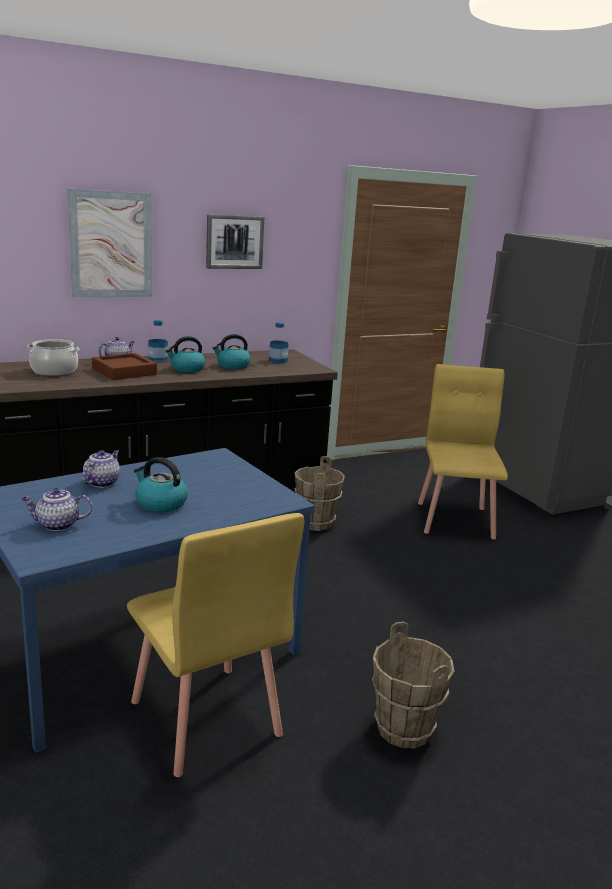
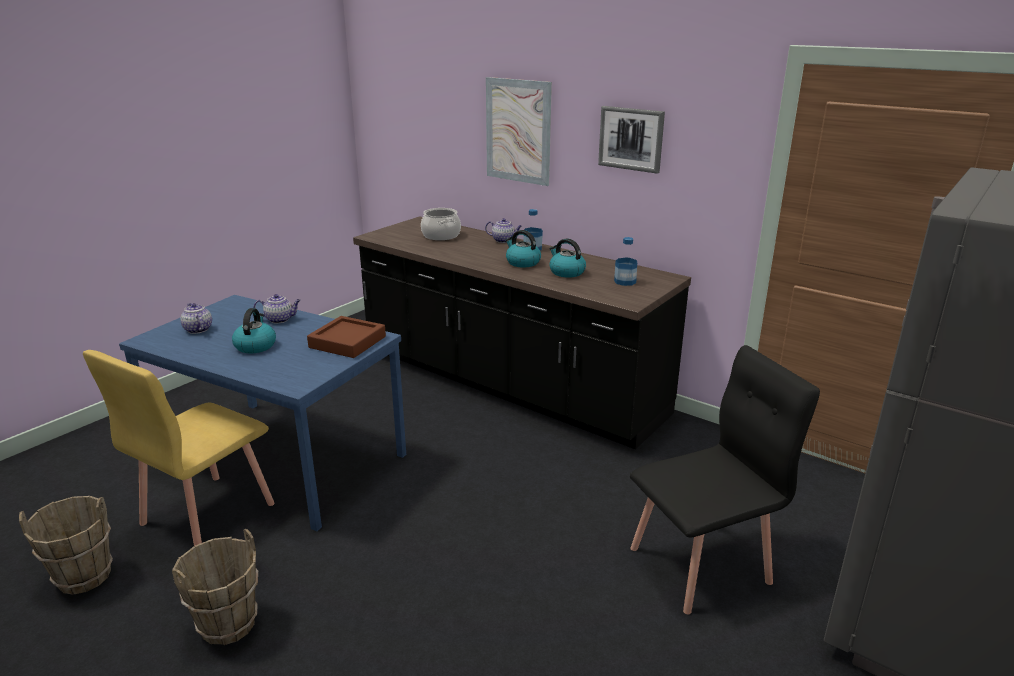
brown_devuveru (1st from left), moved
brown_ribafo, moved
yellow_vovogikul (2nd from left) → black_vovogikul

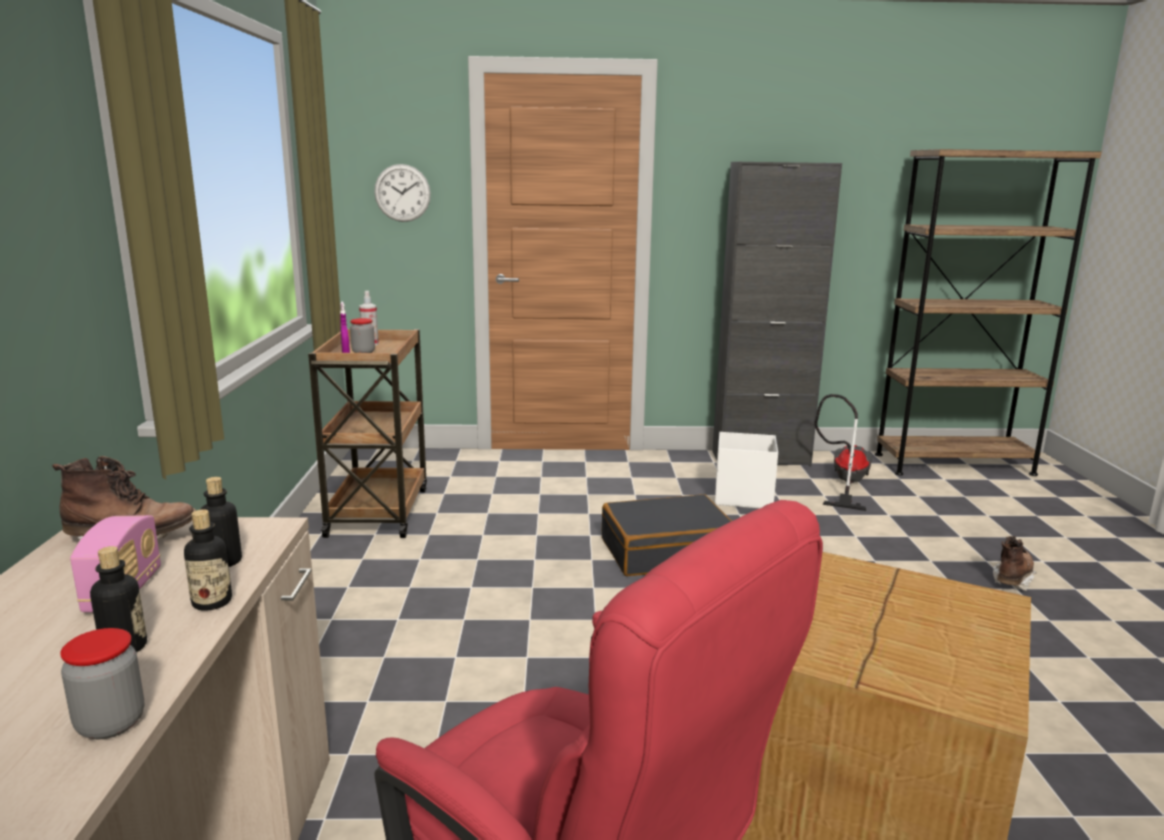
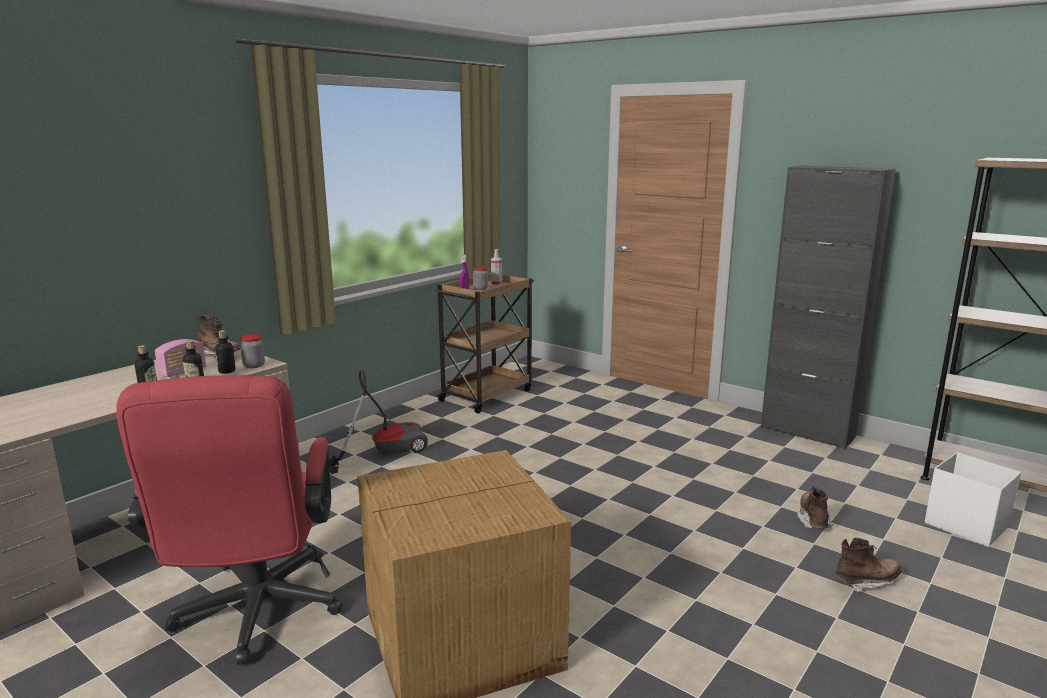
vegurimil (1st from left), moved
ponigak, moved
- → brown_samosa (2nd from left)
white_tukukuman, moved
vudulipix → -
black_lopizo → -

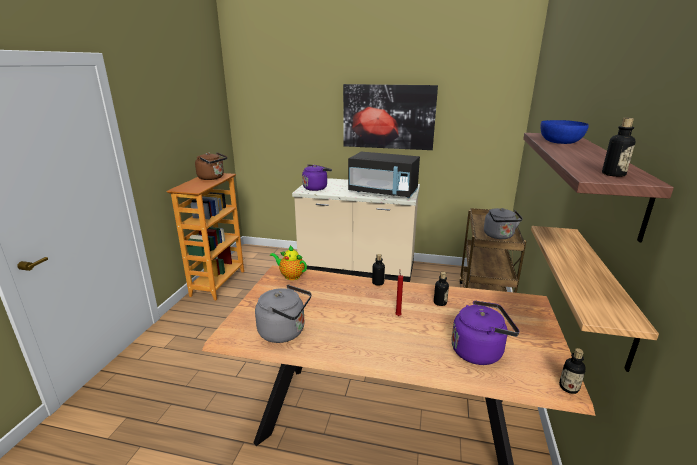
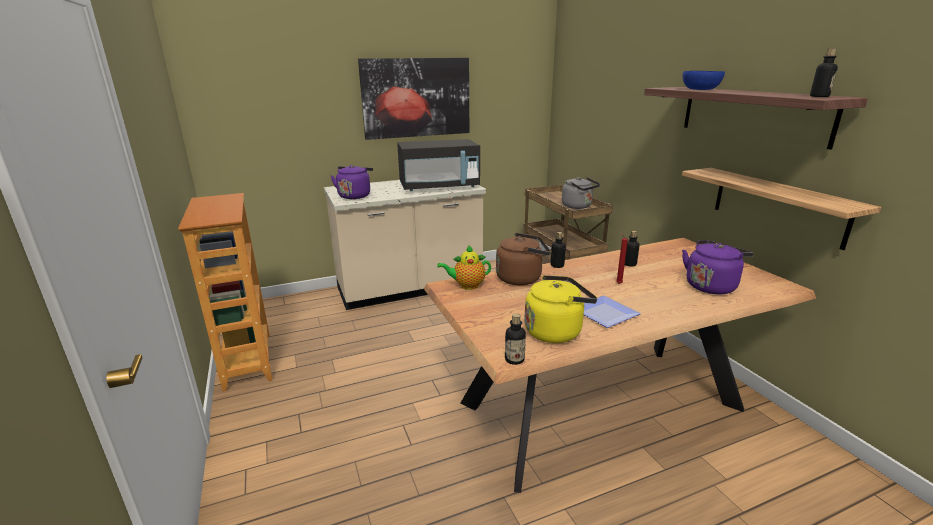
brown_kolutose, moved
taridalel (3rd from left in the first image) → taridalel (1st from left), moved
grey_kolutose (1st from left) → yellow_kolutose
- → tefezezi

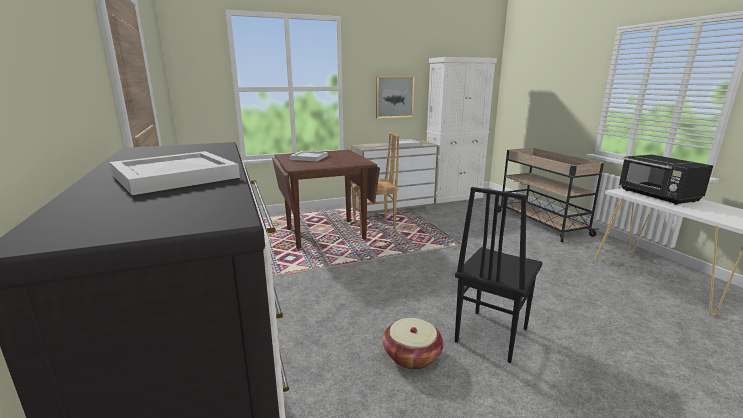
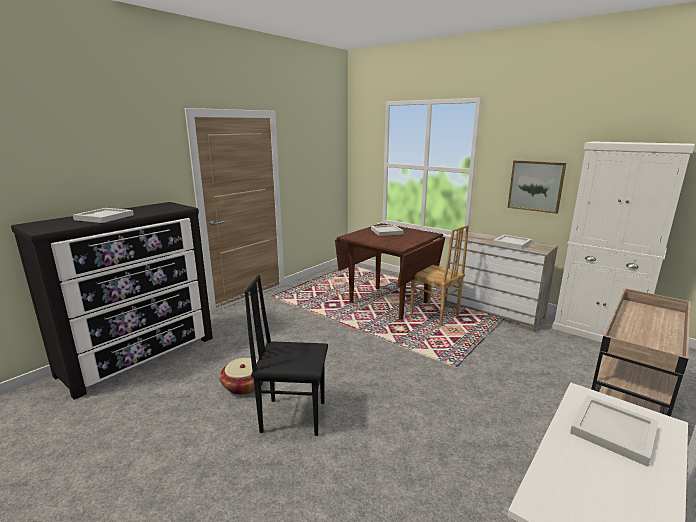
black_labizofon → white_ribafo (4th from left)

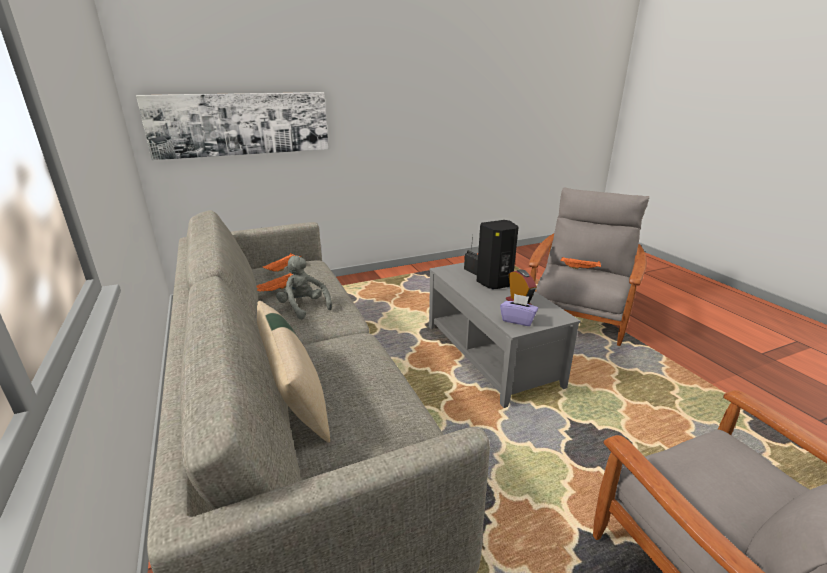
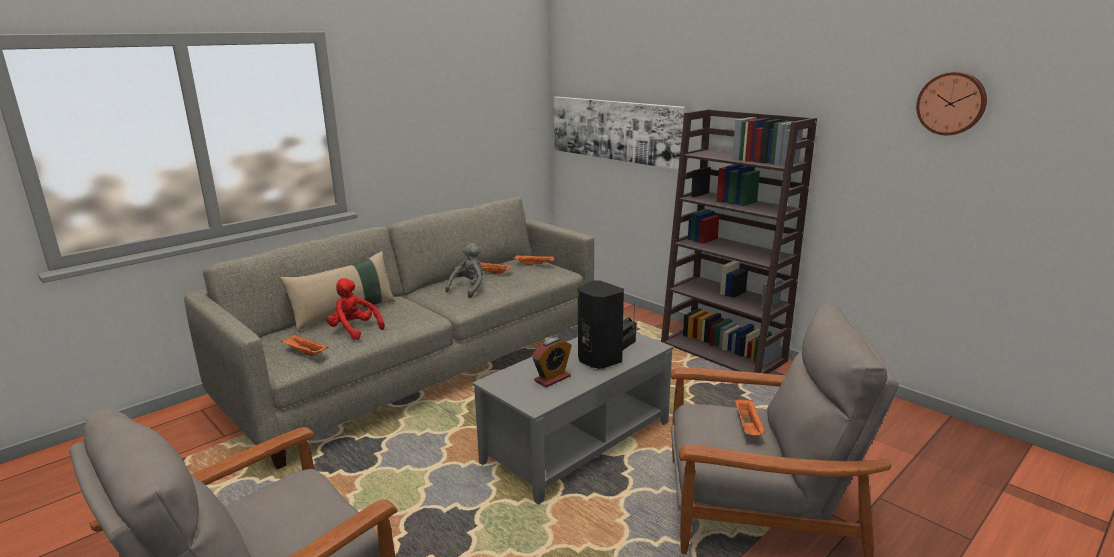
- → orange_ribafo (1st from left)
- → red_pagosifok
- → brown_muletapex
- → vudulipix
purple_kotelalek → -

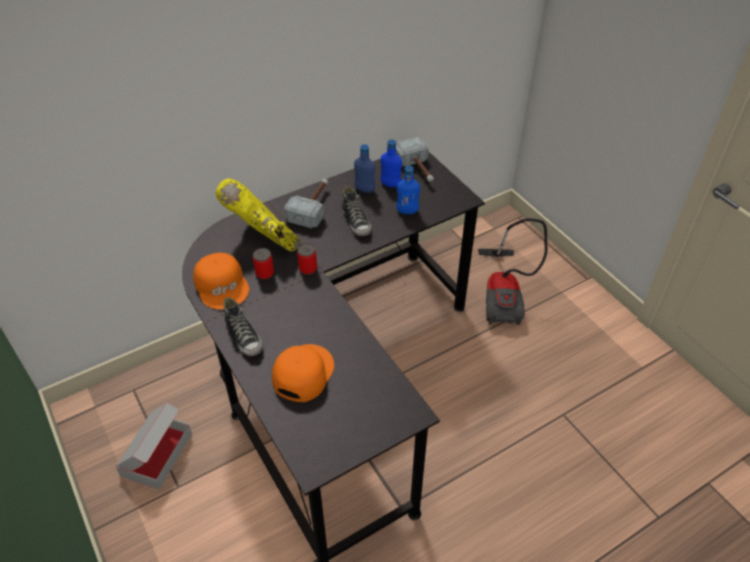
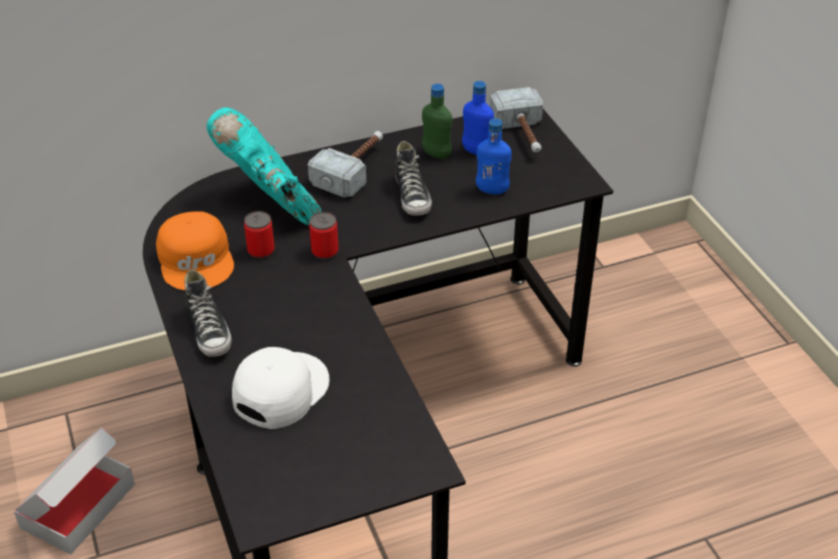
yellow_samosa → turquoise_samosa
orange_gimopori (2nd from left) → white_gimopori
blue_taridalel (1st from left) → green_taridalel
ponigak → -

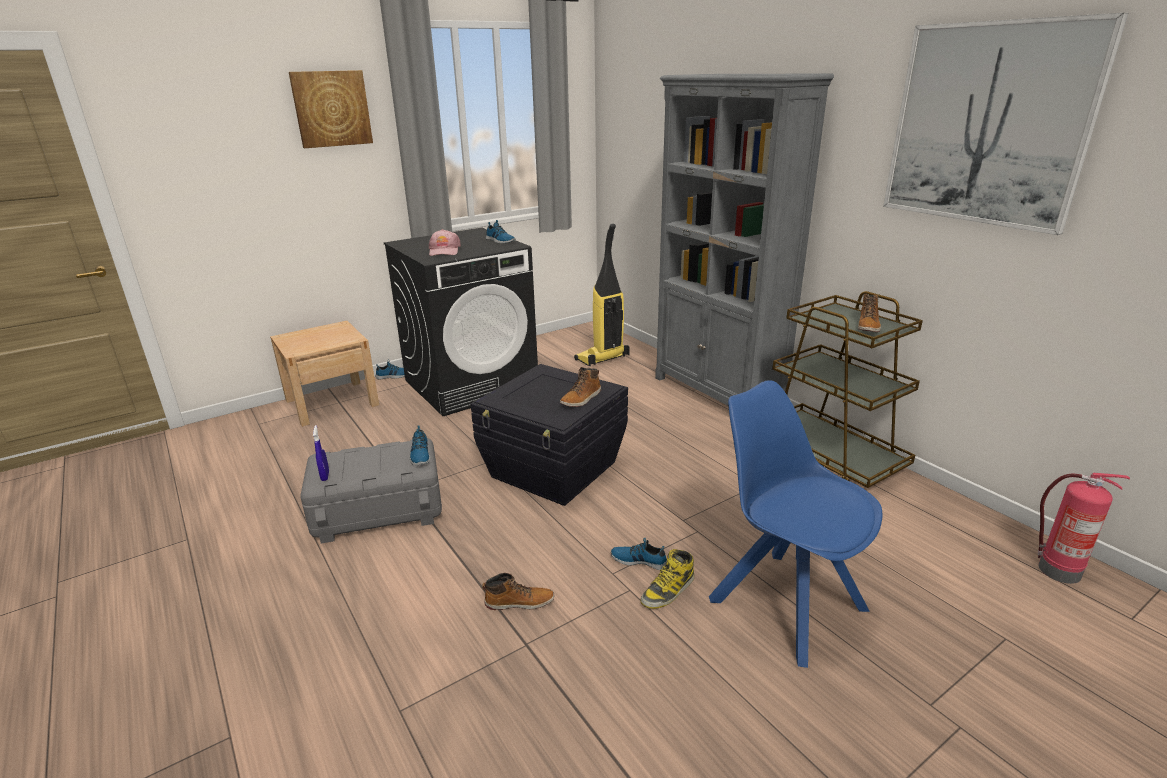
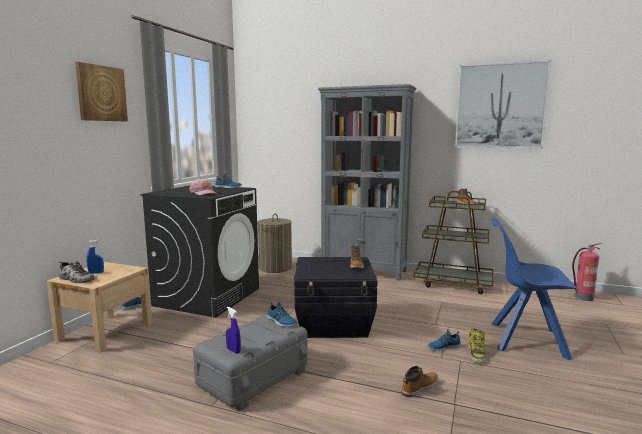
- → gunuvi (1st from left)
- → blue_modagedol (1st from left)
ponigak → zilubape

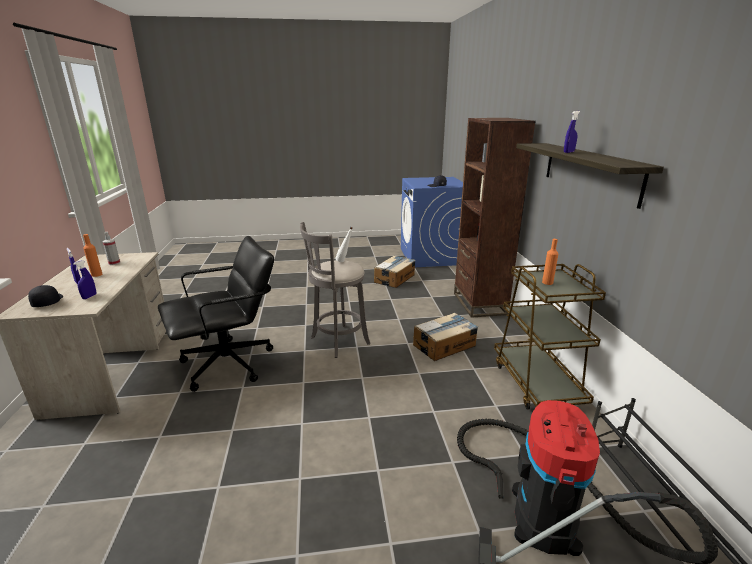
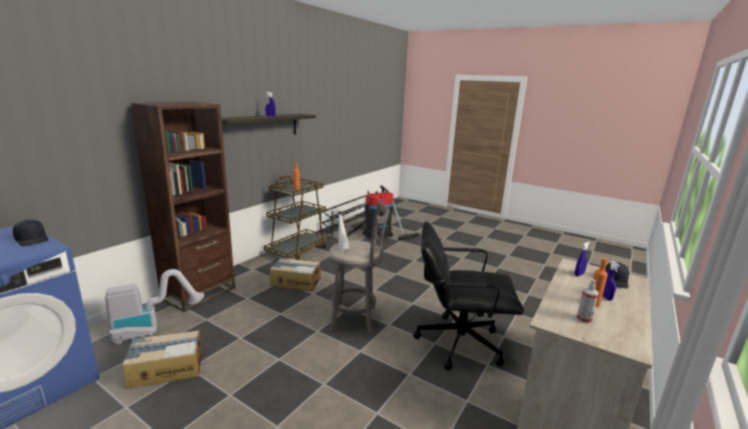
- → ponigak (1st from left)

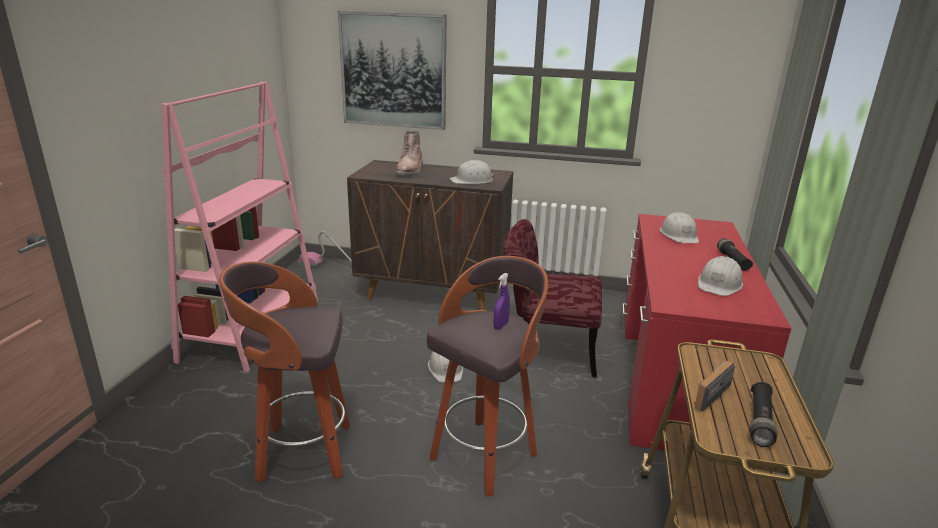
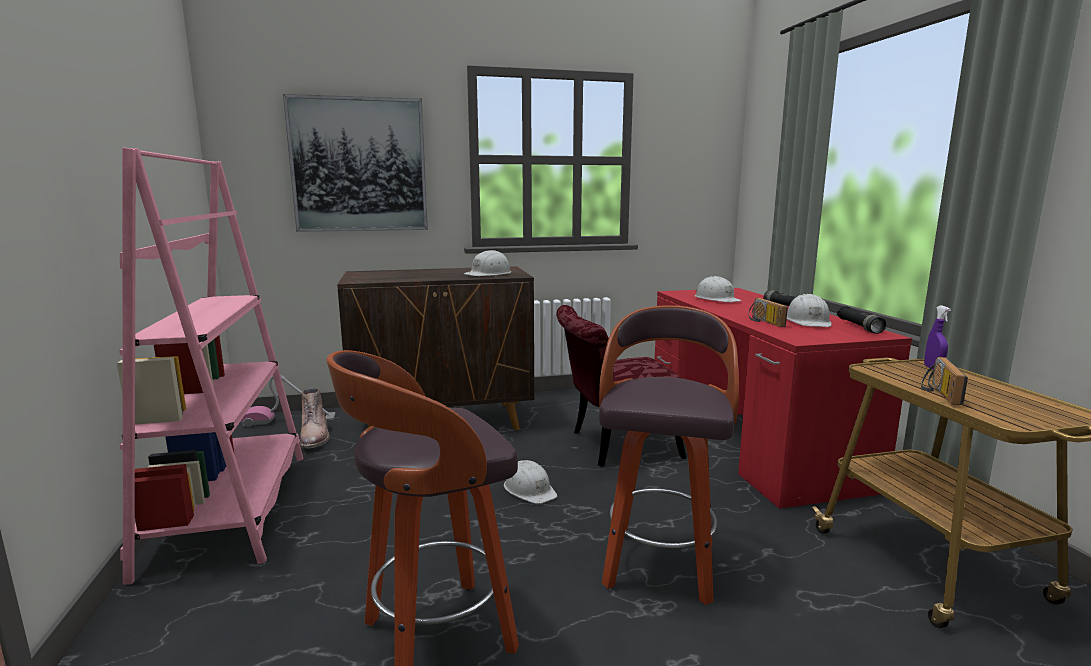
brown_samosa, moved
- → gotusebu (1st from left)
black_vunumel (2nd from left), moved
purple_modagedol, moved

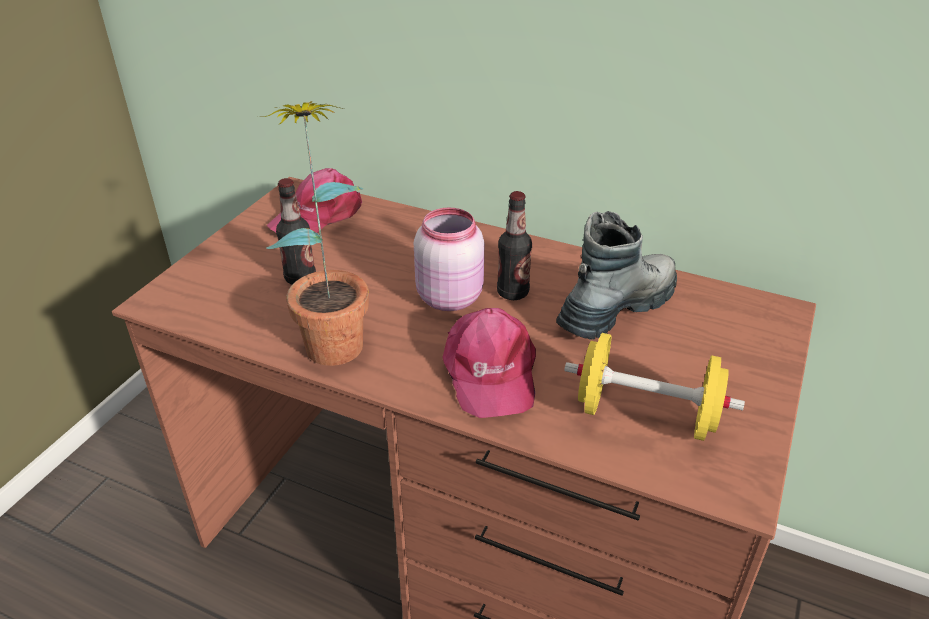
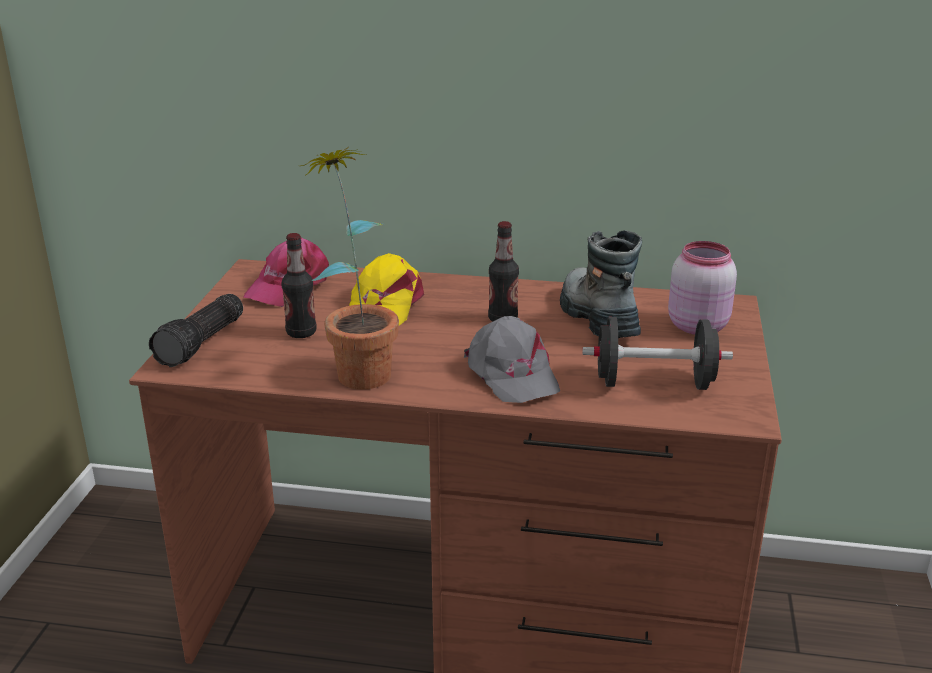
- → vunumel
- → yellow_gimopori
pink_gimopori (2nd from left) → grey_gimopori
samosa, 45 degrees counterclockwise
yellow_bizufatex → black_bizufatex
pink_vegurimil, moved

